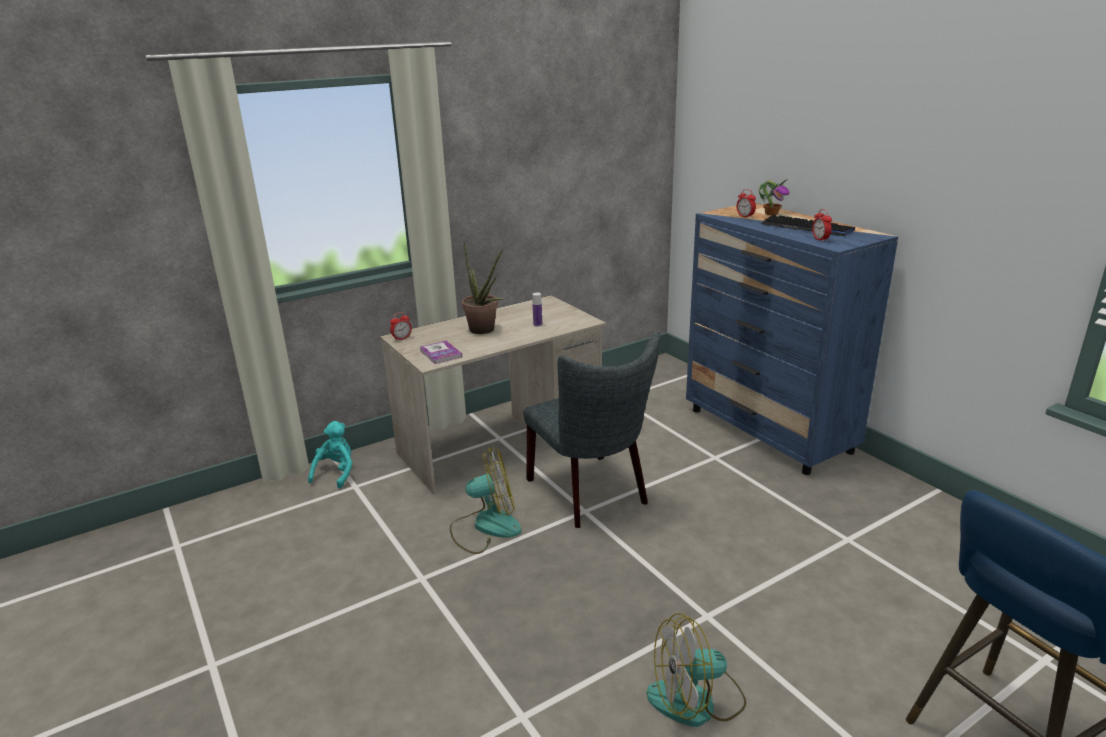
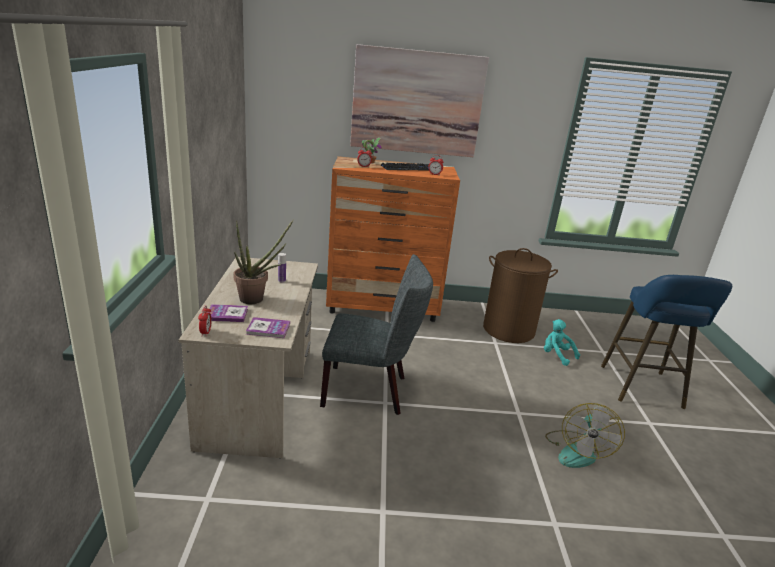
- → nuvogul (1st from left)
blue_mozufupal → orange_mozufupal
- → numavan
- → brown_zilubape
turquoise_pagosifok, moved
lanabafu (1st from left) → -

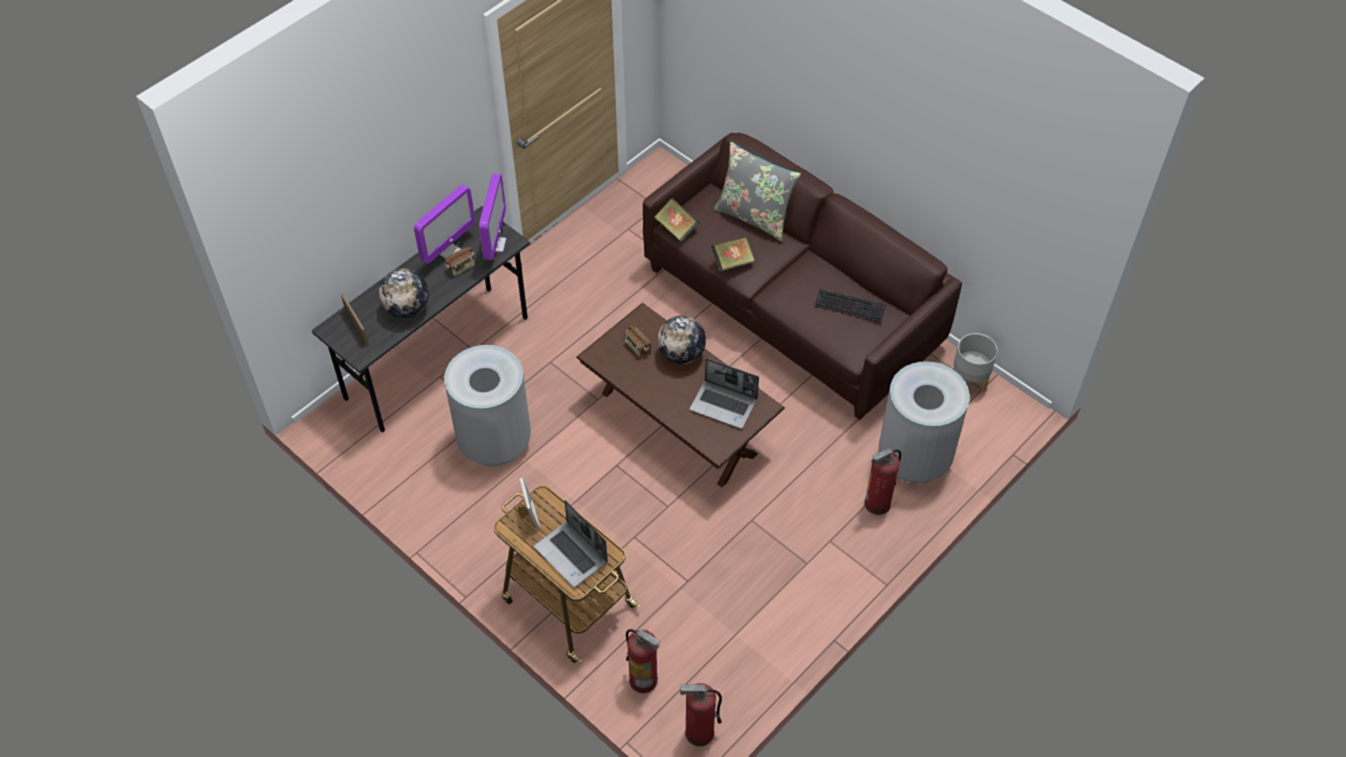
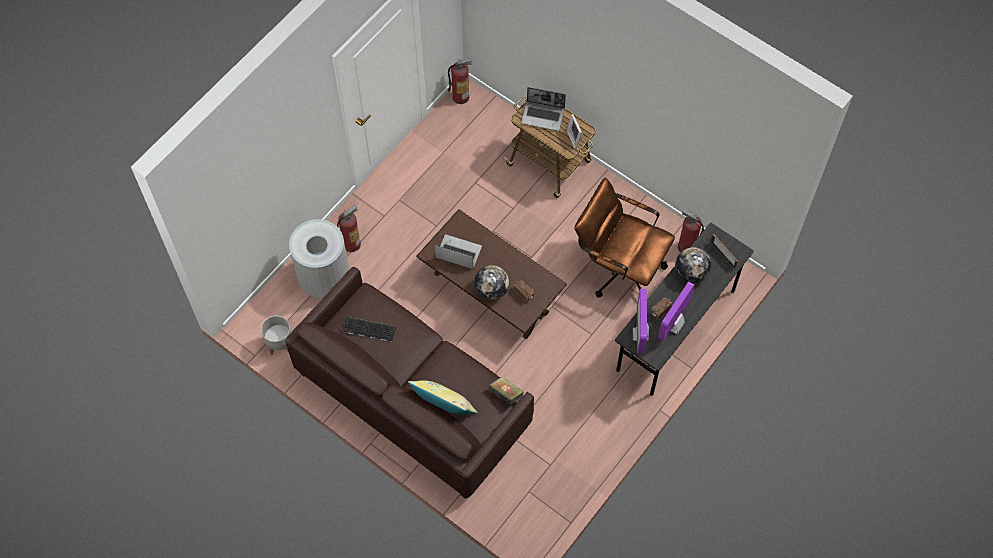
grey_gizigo → yellow_gizigo
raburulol (1st from left in the first image) → raburulol (2nd from left), 150 degrees clockwise
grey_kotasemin (1st from left) → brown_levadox
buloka (1st from left in the first image) → buloka (3rd from left), moved
nuvogul (2nd from left) → -

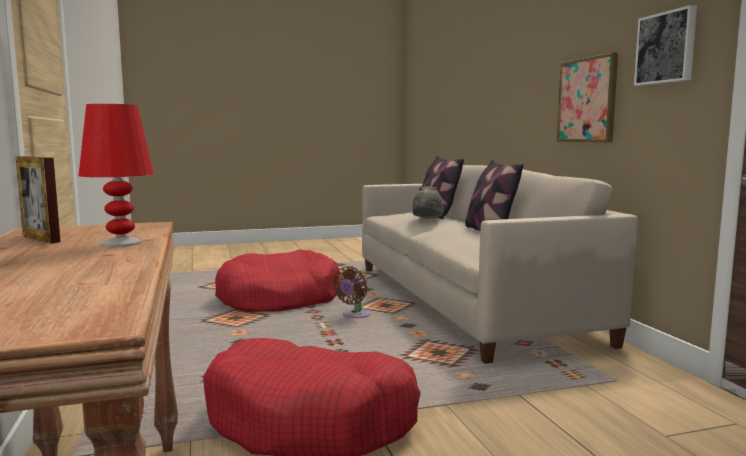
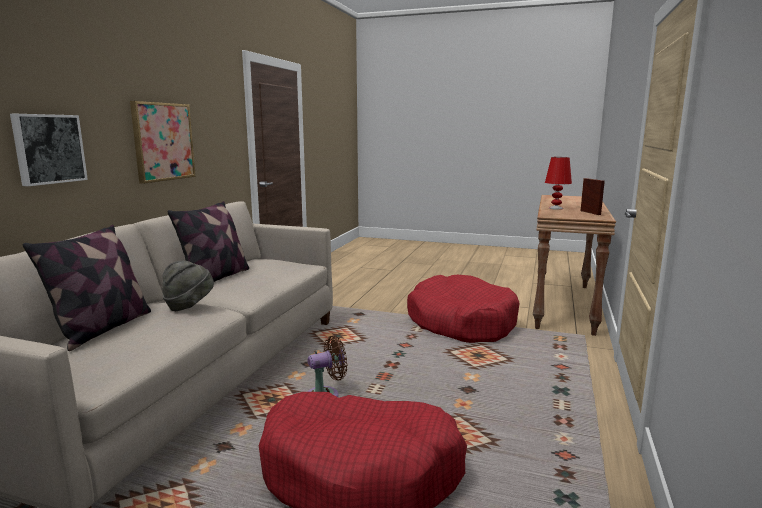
numavan (2nd from left in the first image) → numavan (1st from left), moved

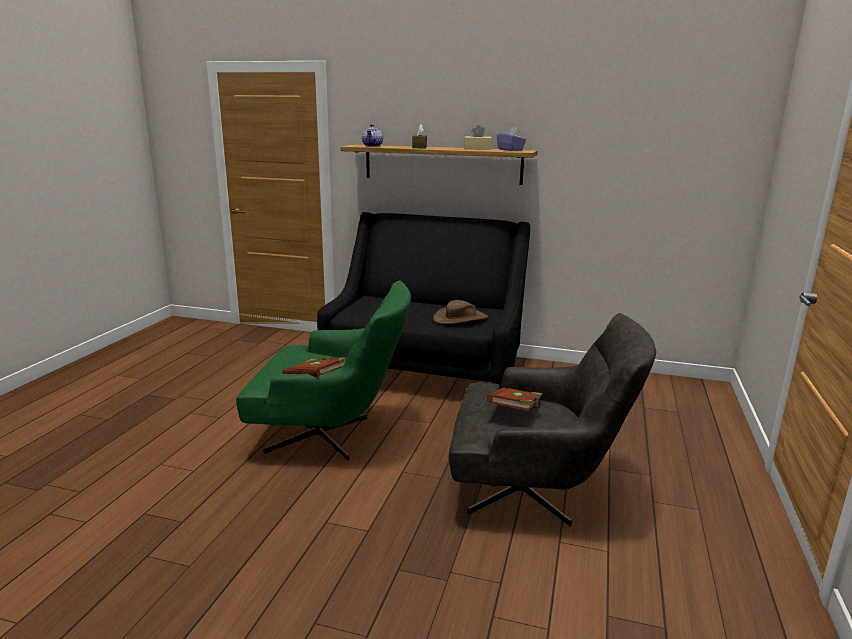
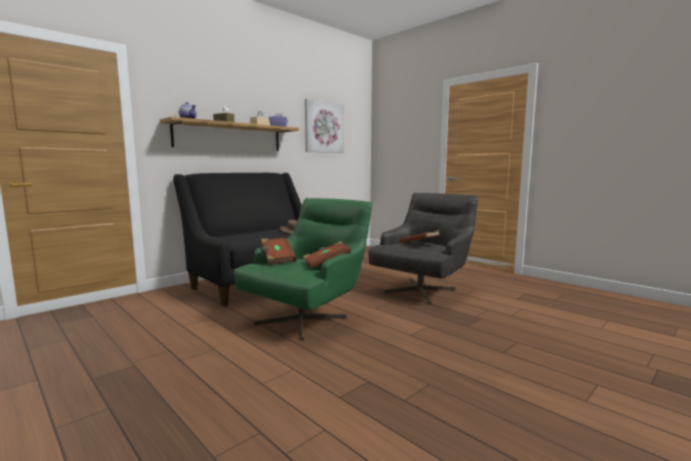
- → brown_nuvogul (1st from left)
- → numavan

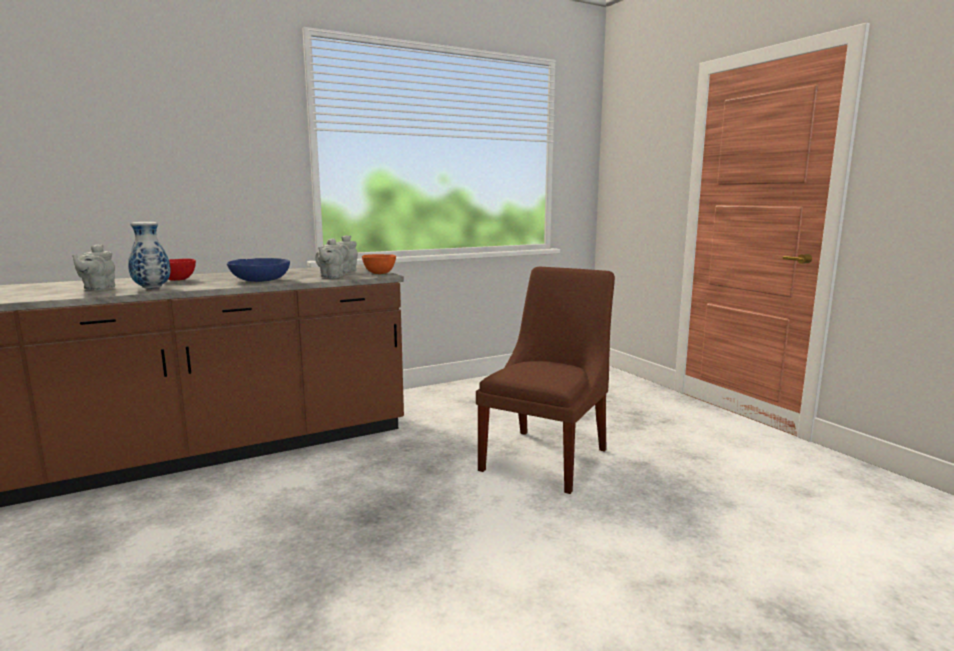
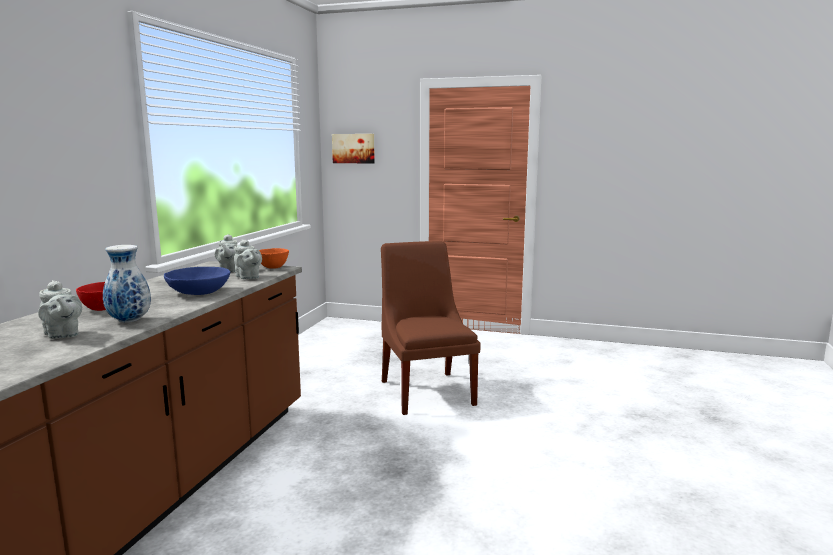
- → numavan

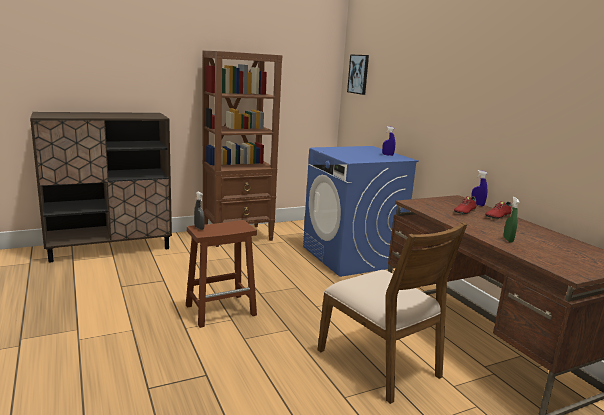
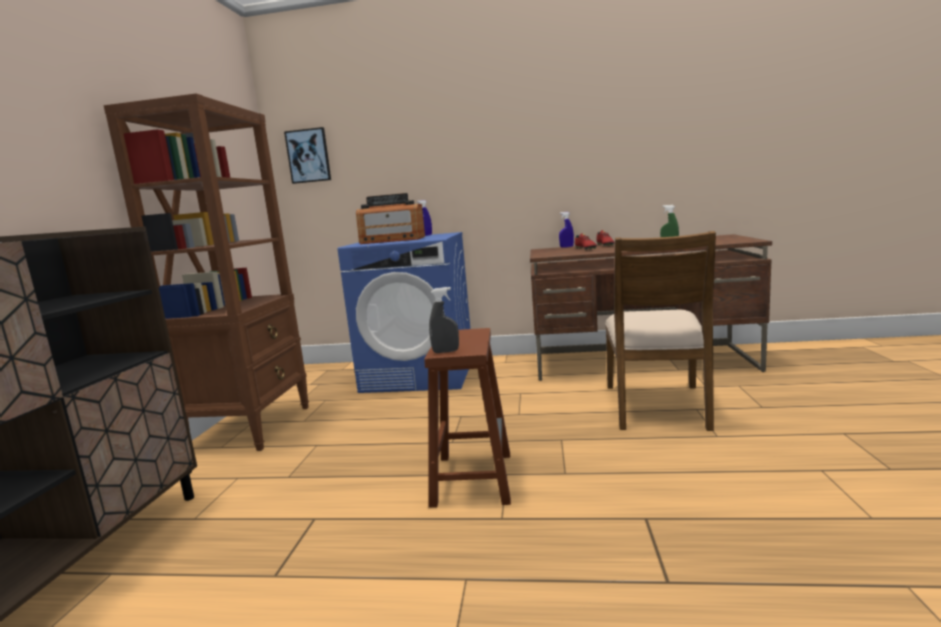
- → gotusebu
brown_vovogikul, 105 degrees clockwise

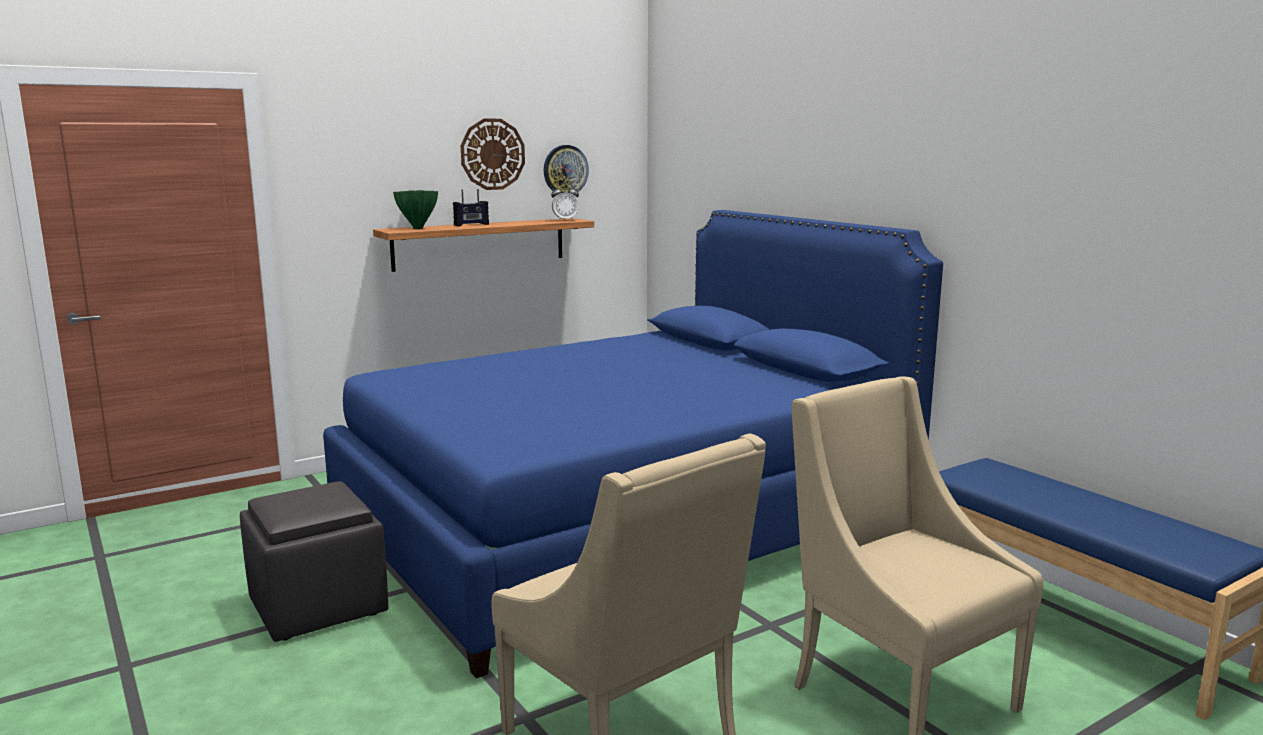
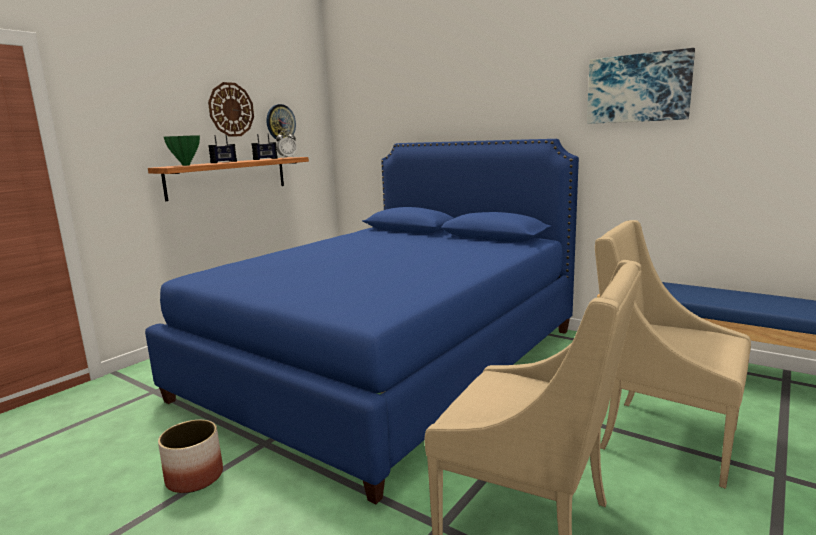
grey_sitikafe → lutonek
- → gotusebu (2nd from left)
- → numavan

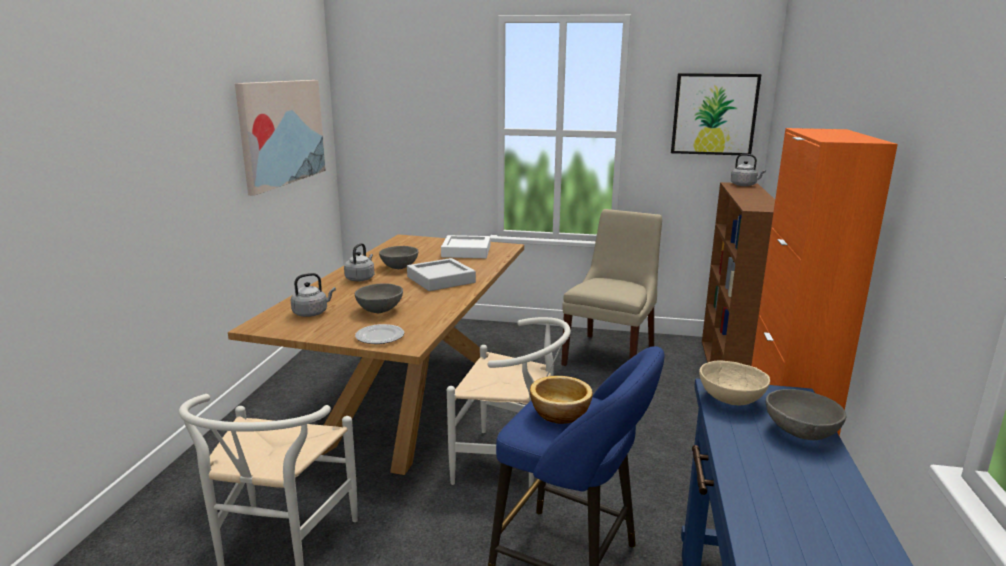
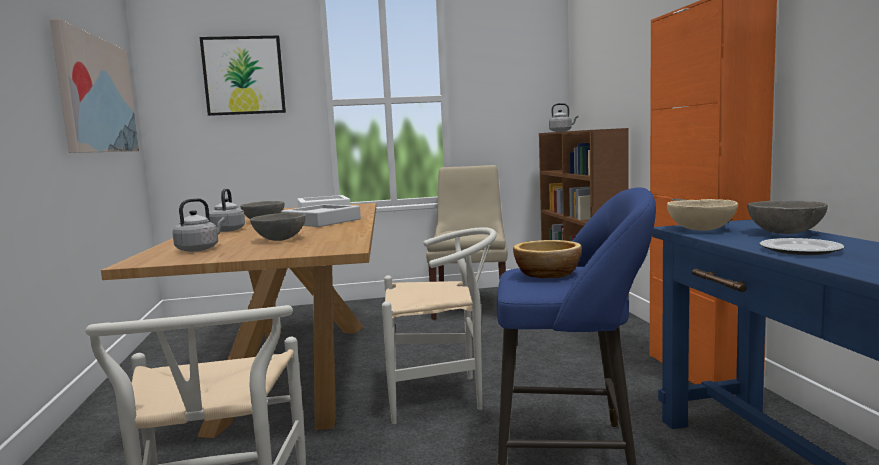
numavan (2nd from left), moved
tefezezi, moved

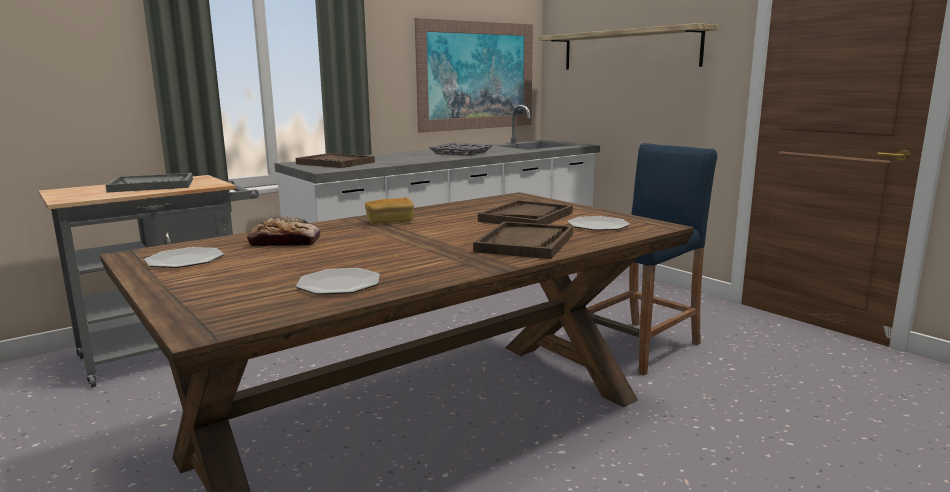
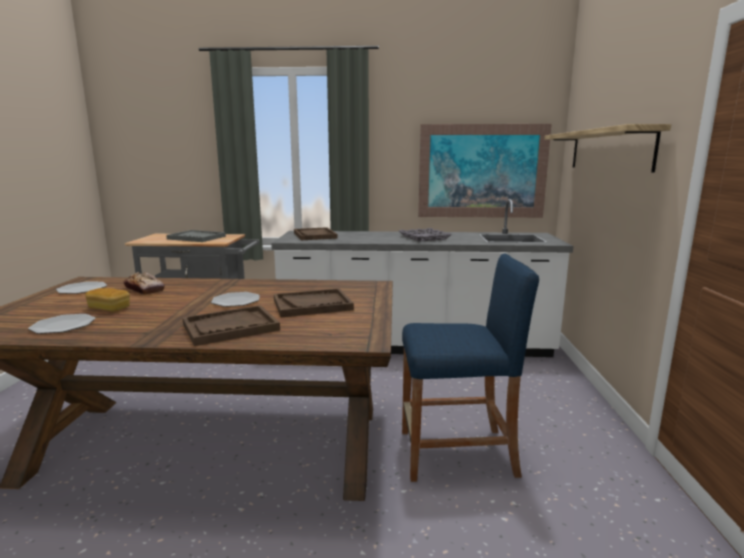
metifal (2nd from left in the first image) → metifal (1st from left), moved
tefezezi (3rd from left), moved

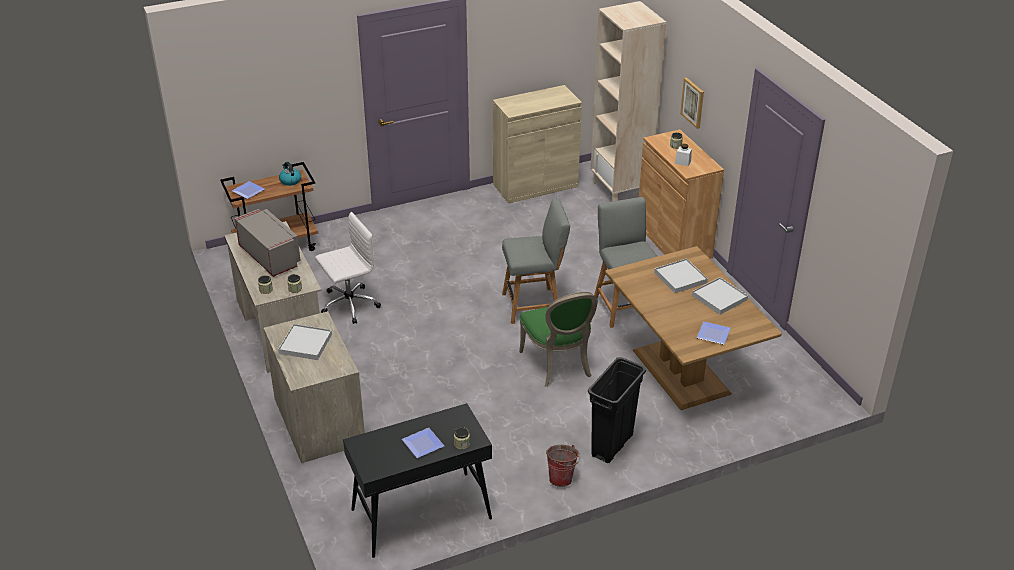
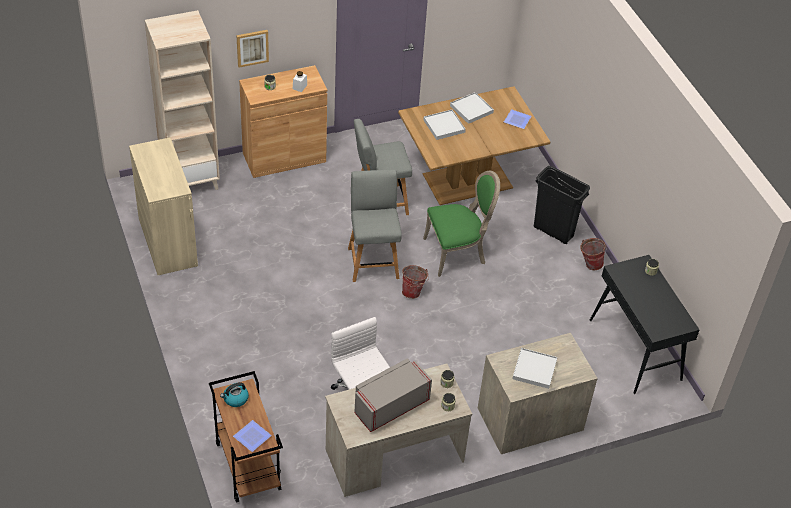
- → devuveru (1st from left)
tefezezi (2nd from left) → -

